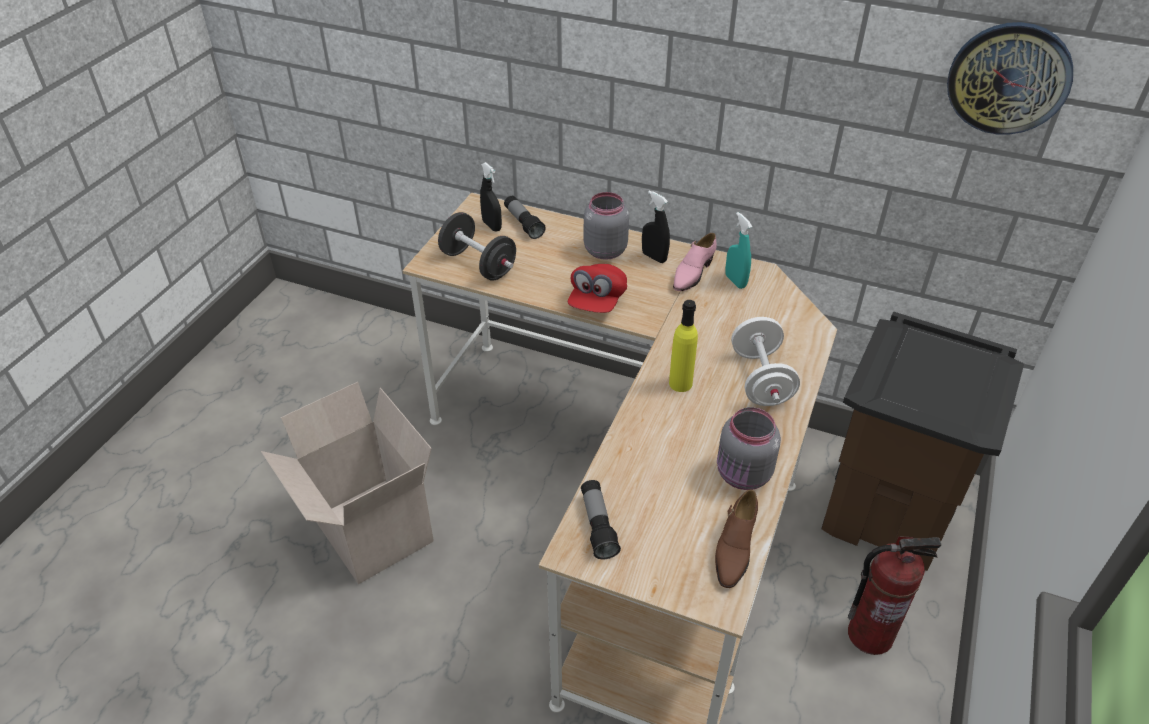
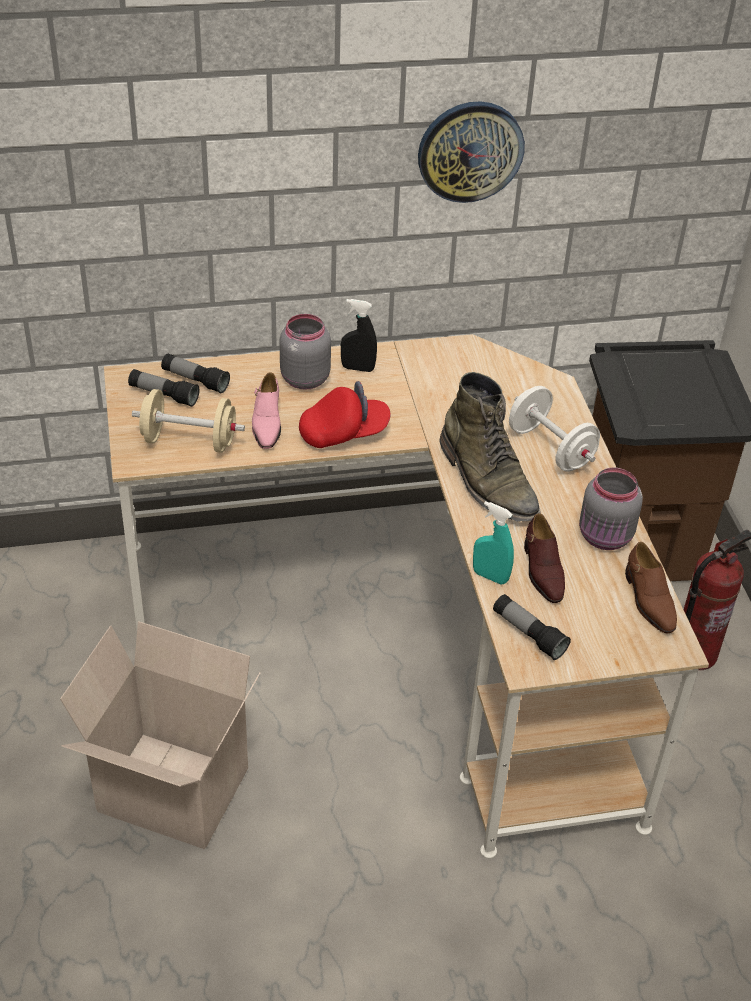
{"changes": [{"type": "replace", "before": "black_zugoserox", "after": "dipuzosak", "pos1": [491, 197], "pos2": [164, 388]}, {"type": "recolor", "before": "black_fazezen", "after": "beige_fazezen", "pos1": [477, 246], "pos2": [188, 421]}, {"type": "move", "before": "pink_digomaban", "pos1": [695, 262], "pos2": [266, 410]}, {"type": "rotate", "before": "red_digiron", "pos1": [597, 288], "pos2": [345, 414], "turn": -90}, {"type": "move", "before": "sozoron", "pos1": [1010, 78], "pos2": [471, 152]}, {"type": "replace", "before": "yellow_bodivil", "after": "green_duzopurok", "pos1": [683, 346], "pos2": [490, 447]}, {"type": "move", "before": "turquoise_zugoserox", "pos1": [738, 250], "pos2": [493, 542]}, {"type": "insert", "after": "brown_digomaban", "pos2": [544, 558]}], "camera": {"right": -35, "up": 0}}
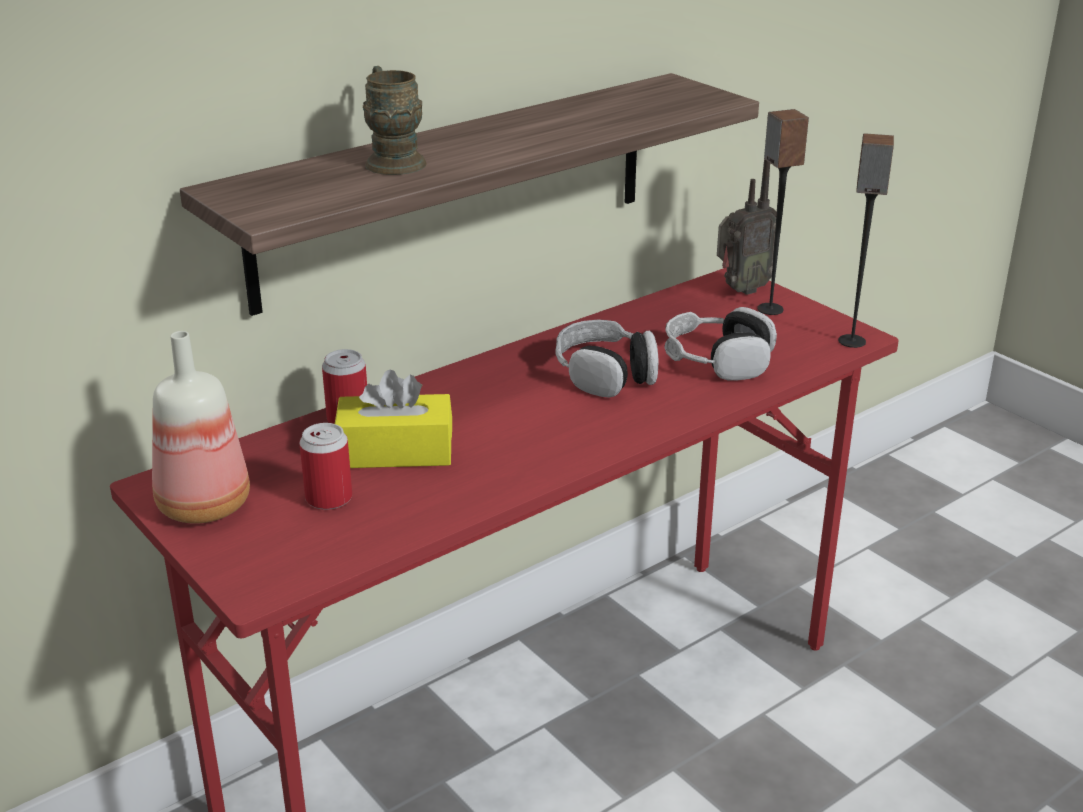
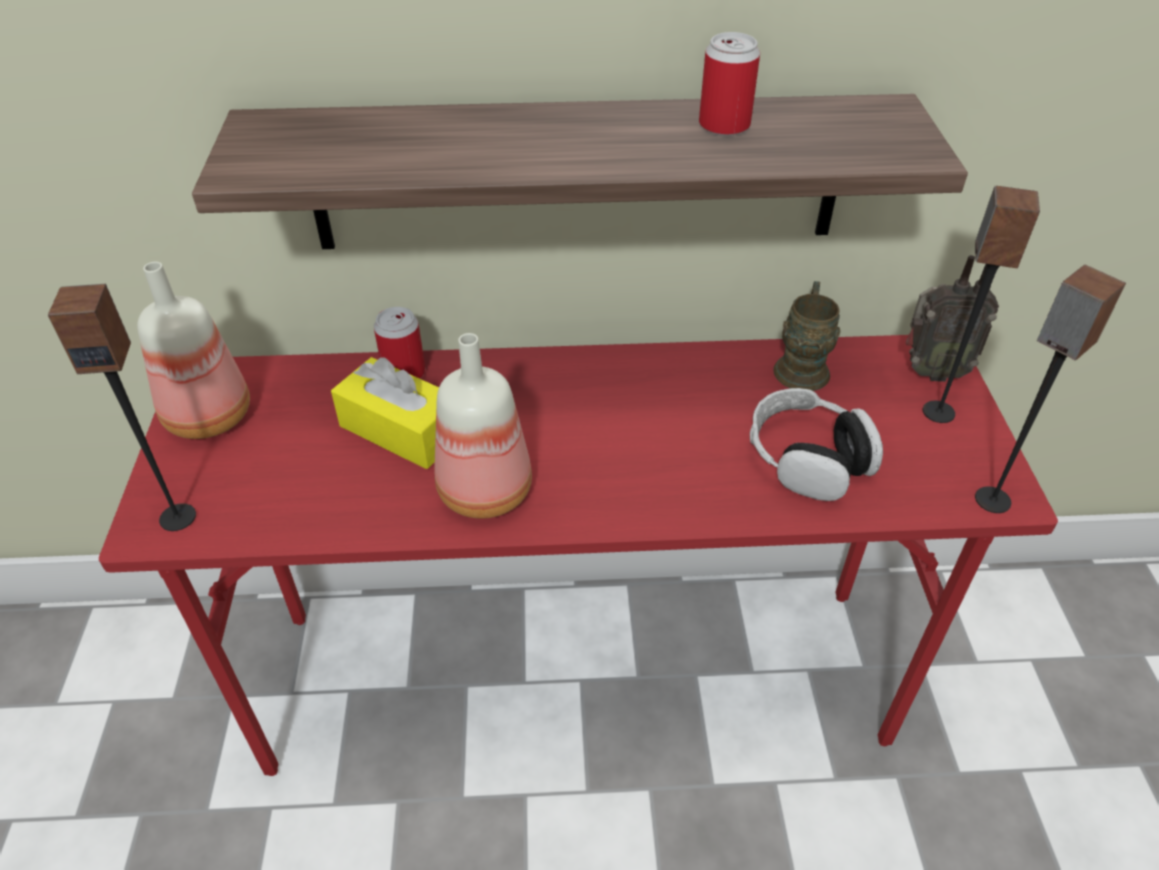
{"changes": [{"type": "insert", "after": "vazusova", "pos2": [122, 407]}, {"type": "insert", "after": "bodivil", "pos2": [483, 426]}, {"type": "move", "before": "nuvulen", "pos1": [325, 466], "pos2": [729, 84]}, {"type": "move", "before": "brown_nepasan", "pos1": [395, 120], "pos2": [807, 336]}, {"type": "delete", "before": "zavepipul", "pos1": [607, 359]}], "camera": {"right": 35, "up": 15}}
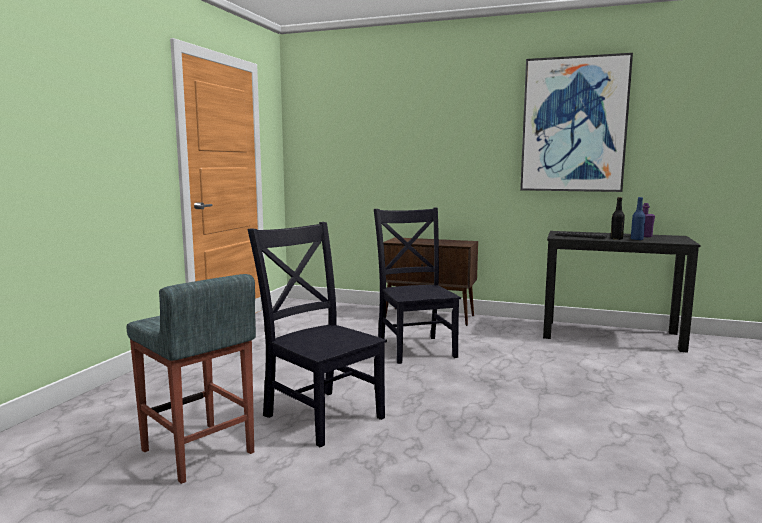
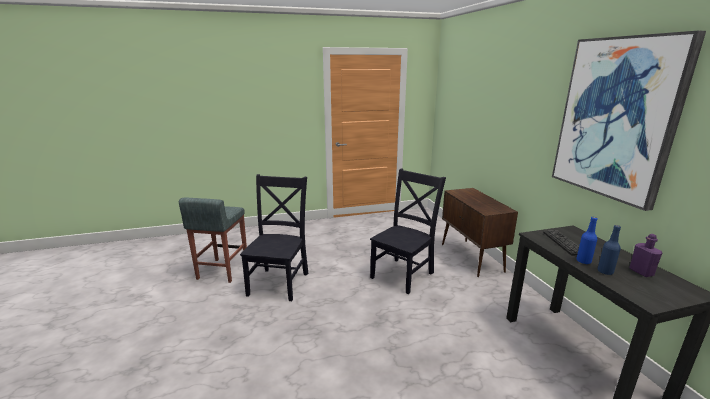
{"changes": [{"type": "recolor", "before": "black_bodivil", "after": "blue_bodivil", "pos1": [617, 218], "pos2": [587, 240]}], "camera": {"right": 55, "up": 10}}
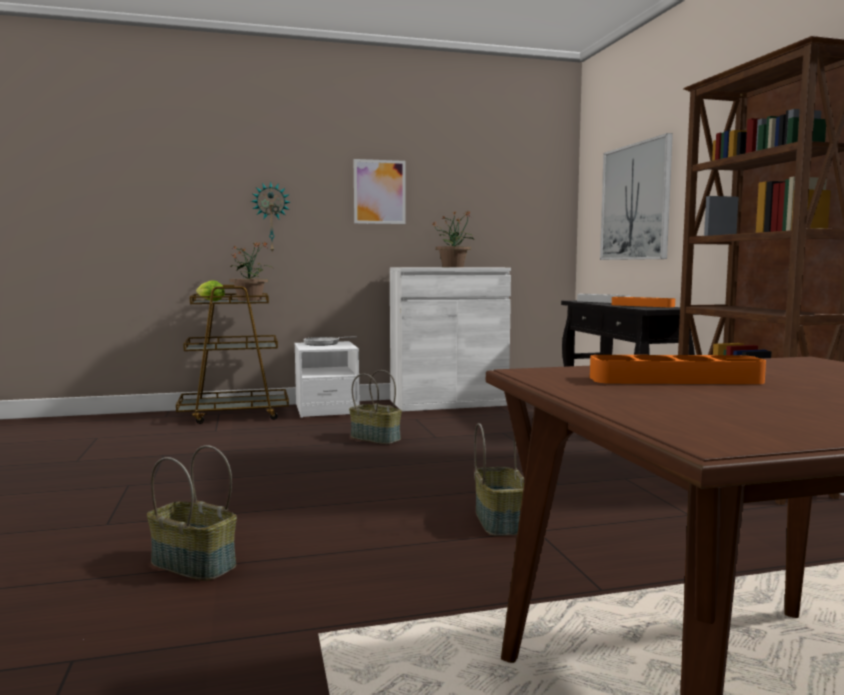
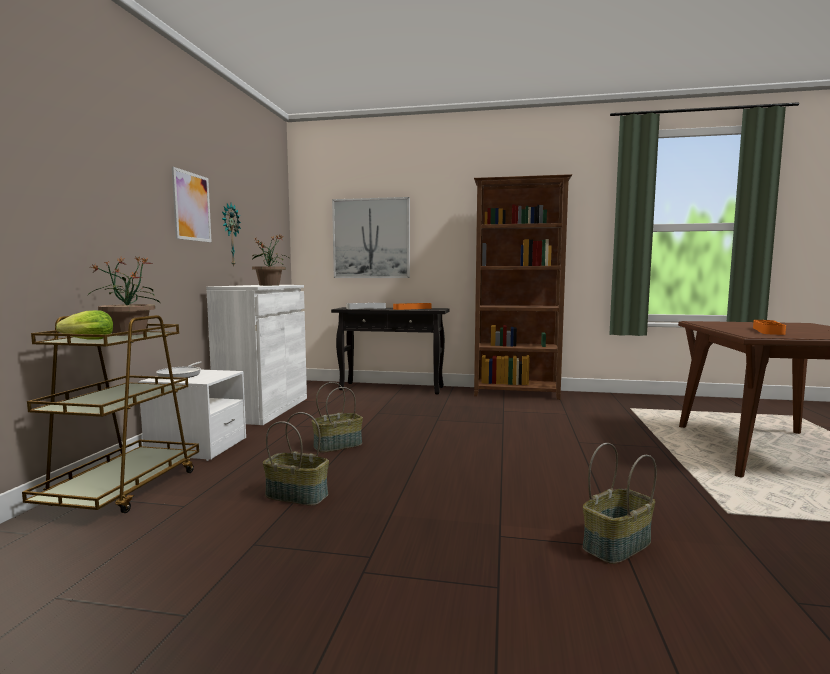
{"changes": [{"type": "move", "before": "sozoron", "pos1": [270, 218], "pos2": [231, 234]}, {"type": "move", "before": "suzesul", "pos1": [499, 479], "pos2": [296, 459]}], "camera": {"right": -65, "up": 0}}
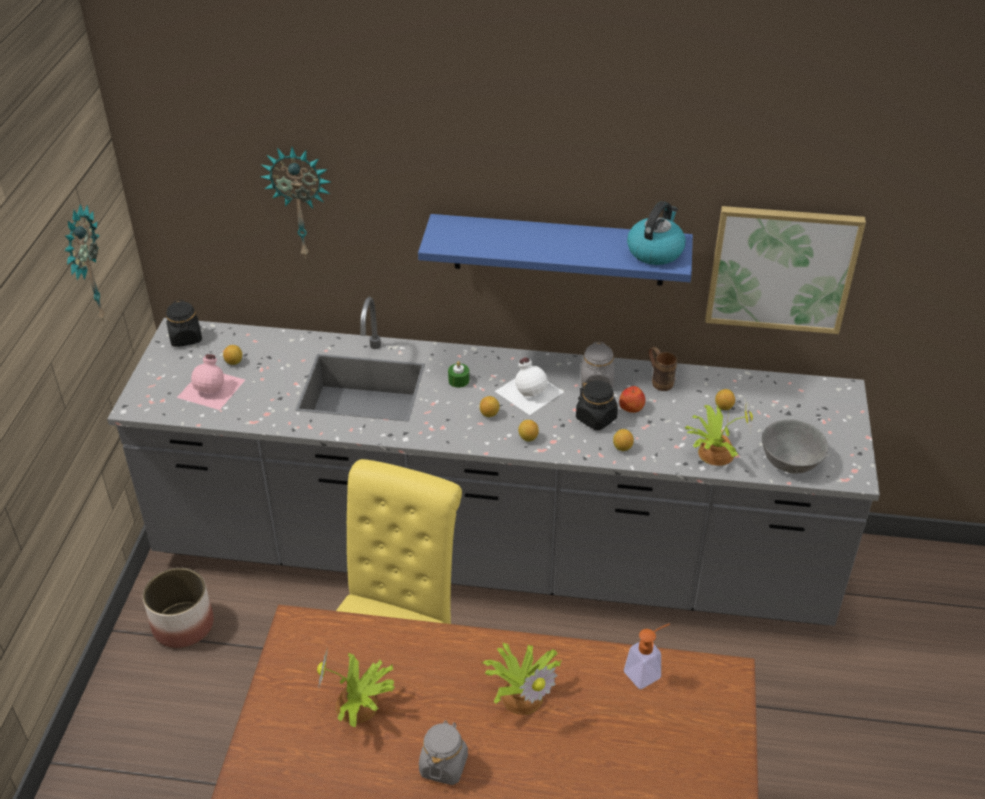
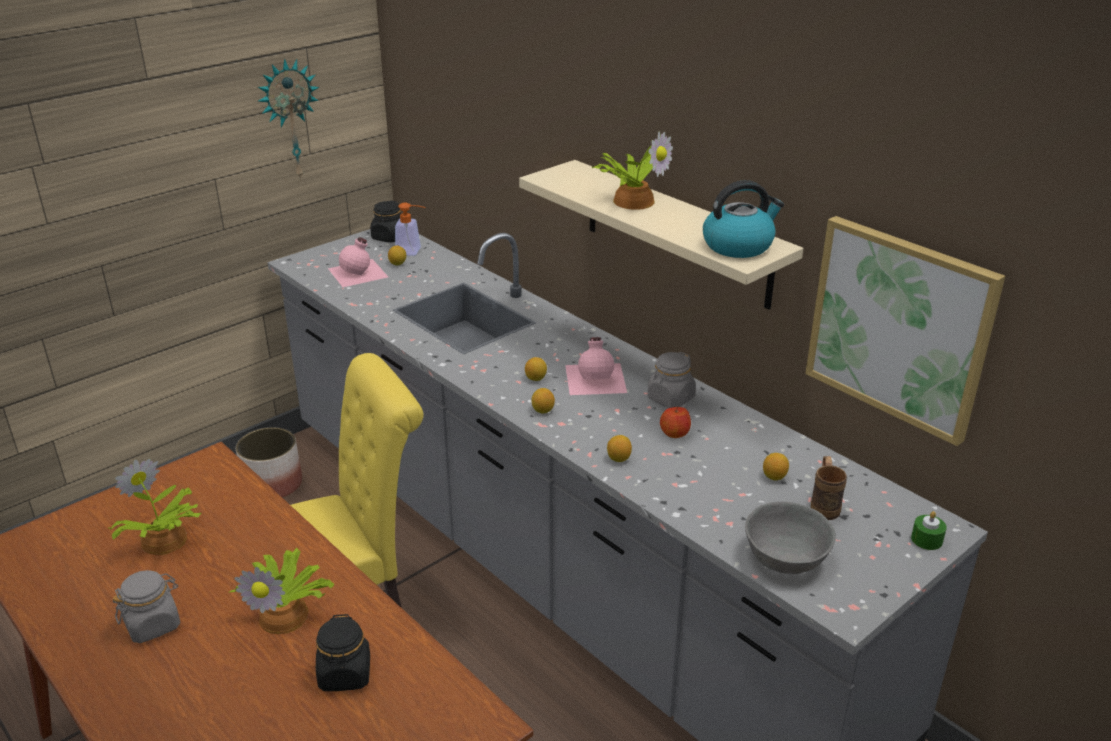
{"changes": [{"type": "move", "before": "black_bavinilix", "pos1": [597, 405], "pos2": [343, 652]}, {"type": "move", "before": "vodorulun", "pos1": [647, 656], "pos2": [410, 229]}, {"type": "recolor", "before": "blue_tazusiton", "after": "beige_tazusiton", "pos1": [555, 250], "pos2": [661, 235]}, {"type": "recolor", "before": "white_bodivil", "after": "pink_bodivil", "pos1": [529, 386], "pos2": [596, 366]}, {"type": "move", "before": "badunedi", "pos1": [719, 432], "pos2": [632, 170]}, {"type": "move", "before": "brown_nepasan", "pos1": [662, 369], "pos2": [829, 488]}, {"type": "move", "before": "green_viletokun", "pos1": [458, 374], "pos2": [929, 530]}, {"type": "delete", "before": "sozoron", "pos1": [295, 203]}], "camera": {"right": 40, "up": -10}}
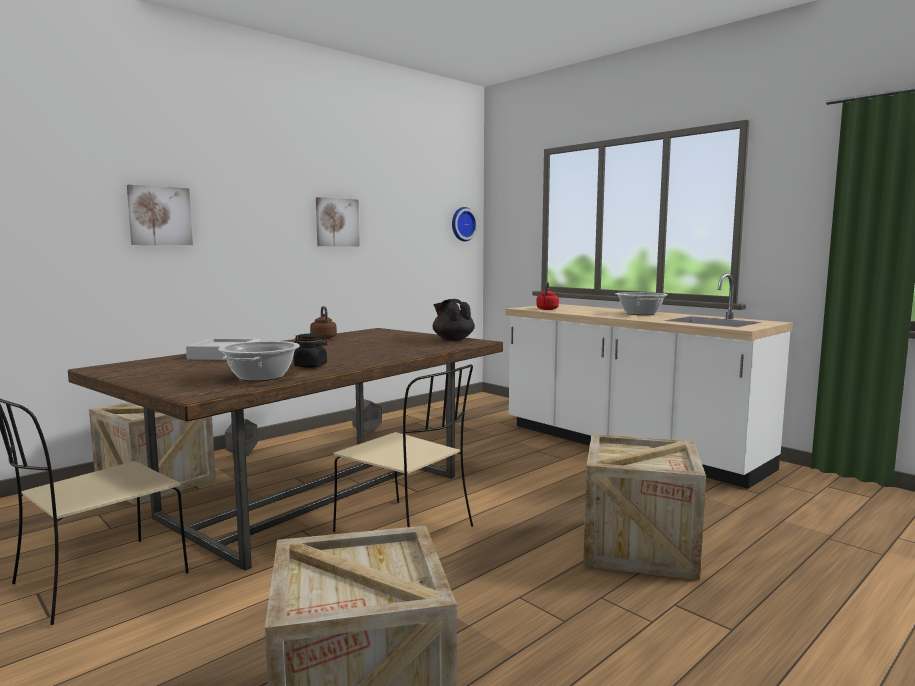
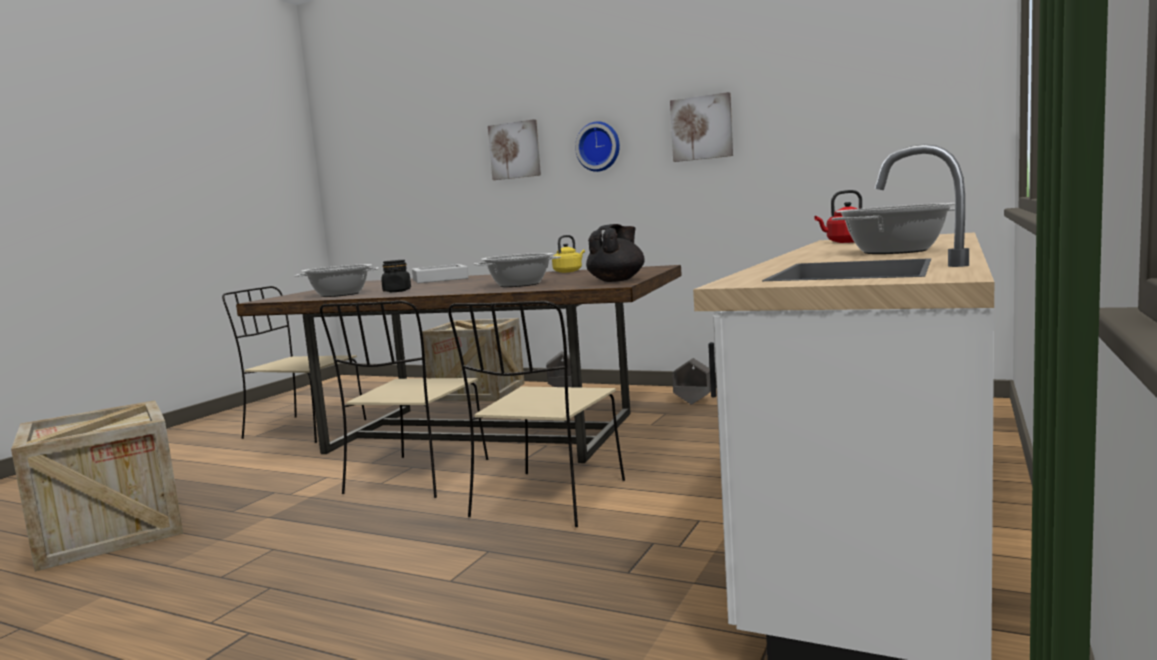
{"changes": [{"type": "insert", "after": "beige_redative", "pos2": [536, 414]}, {"type": "insert", "after": "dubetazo", "pos2": [517, 270]}, {"type": "recolor", "before": "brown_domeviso", "after": "yellow_domeviso", "pos1": [323, 322], "pos2": [568, 254]}, {"type": "move", "before": "sozoron", "pos1": [465, 224], "pos2": [597, 146]}, {"type": "delete", "before": "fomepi", "pos1": [644, 507]}], "camera": {"right": 70, "up": 0}}
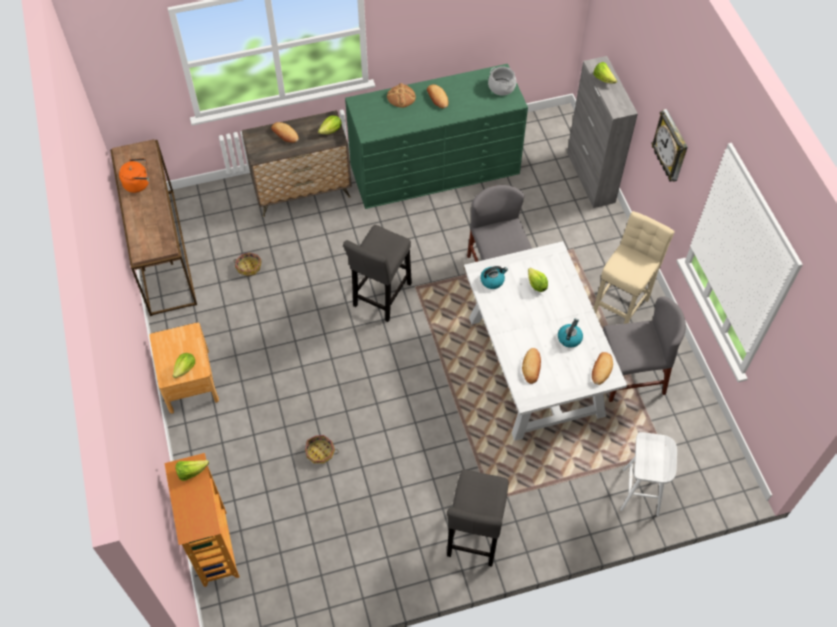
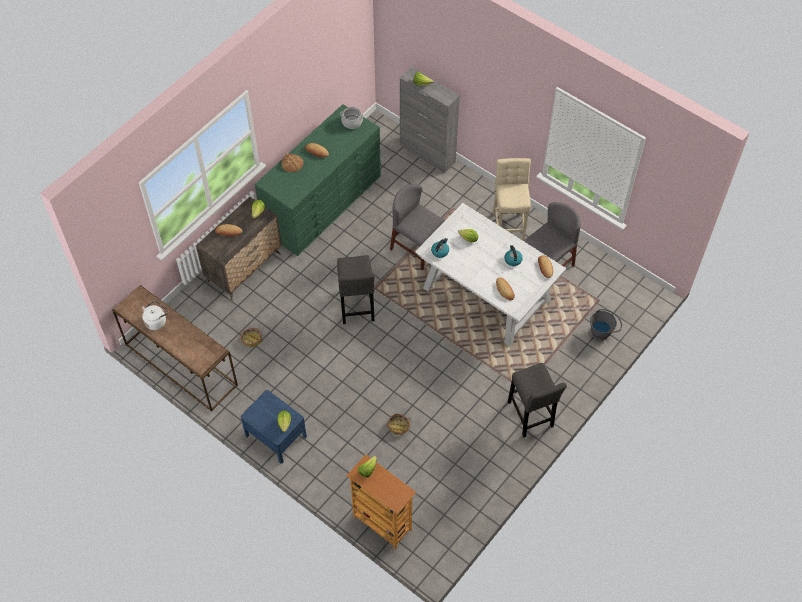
{"changes": [{"type": "recolor", "before": "orange_domeviso", "after": "white_domeviso", "pos1": [134, 175], "pos2": [155, 315]}, {"type": "recolor", "before": "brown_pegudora", "after": "blue_pegudora", "pos1": [184, 368], "pos2": [274, 427]}, {"type": "replace", "before": "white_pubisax", "after": "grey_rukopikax", "pos1": [648, 474], "pos2": [606, 325]}, {"type": "delete", "before": "sozoron", "pos1": [669, 145]}], "camera": {"right": -35, "up": 0}}
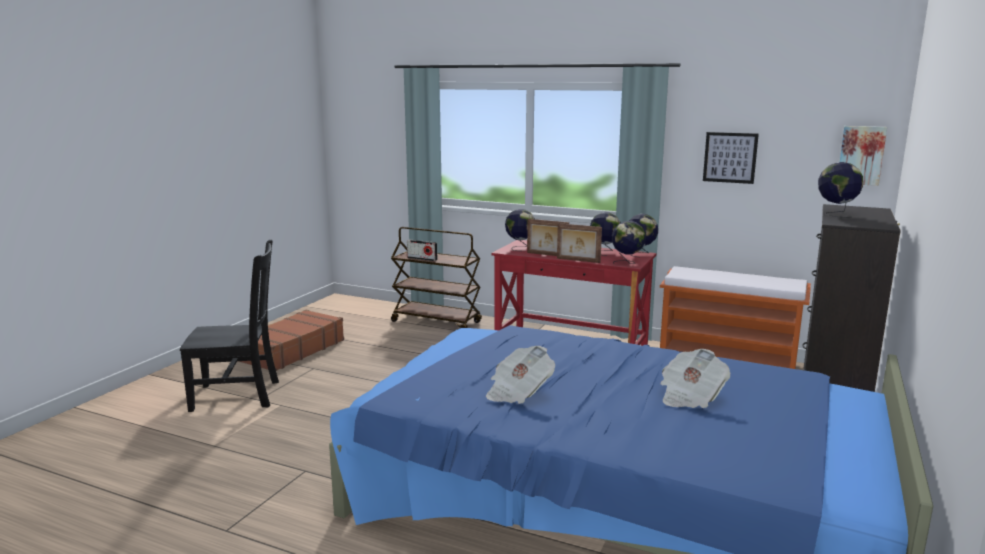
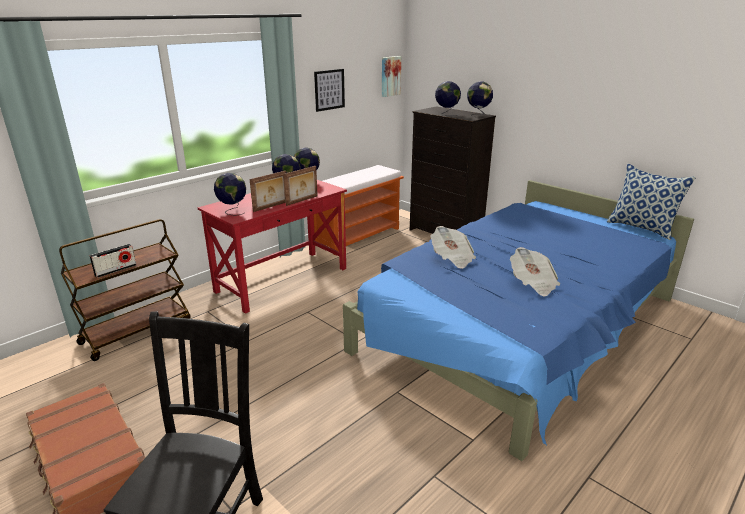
{"changes": [{"type": "move", "before": "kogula", "pos1": [695, 378], "pos2": [453, 247]}, {"type": "move", "before": "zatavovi", "pos1": [629, 242], "pos2": [480, 99]}, {"type": "insert", "after": "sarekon", "pos2": [651, 202]}], "camera": {"right": -70, "up": 10}}
